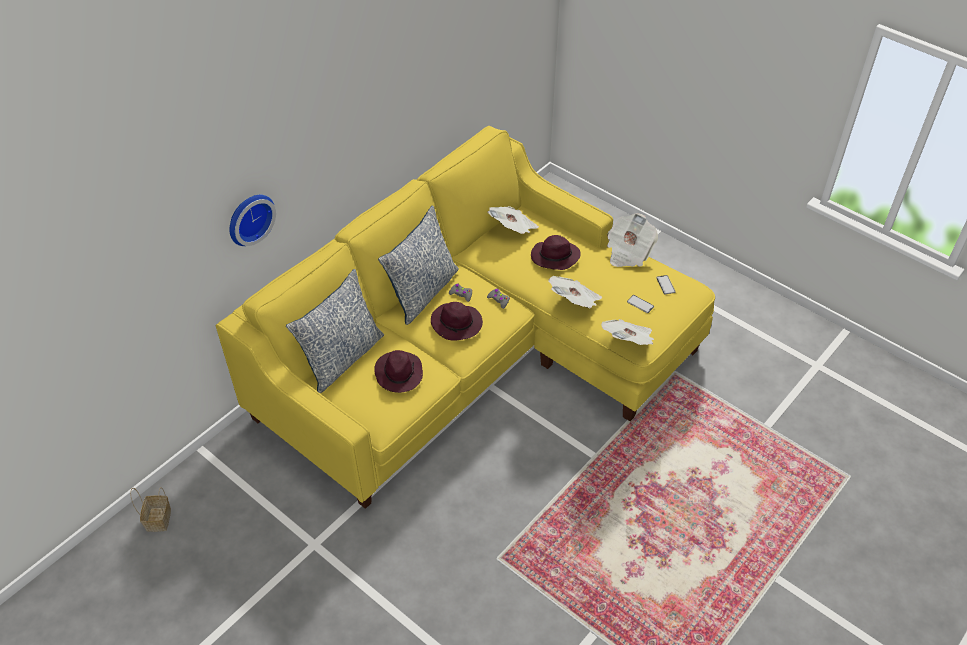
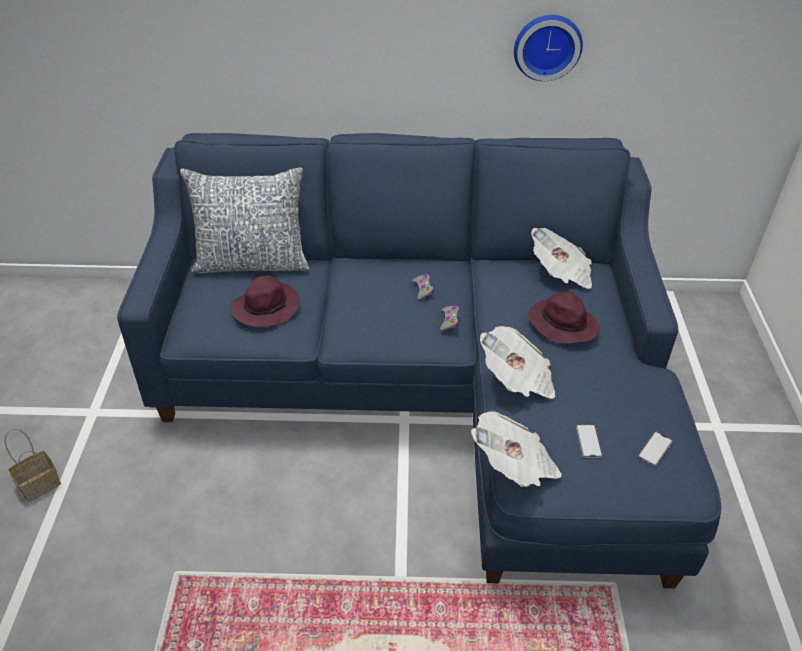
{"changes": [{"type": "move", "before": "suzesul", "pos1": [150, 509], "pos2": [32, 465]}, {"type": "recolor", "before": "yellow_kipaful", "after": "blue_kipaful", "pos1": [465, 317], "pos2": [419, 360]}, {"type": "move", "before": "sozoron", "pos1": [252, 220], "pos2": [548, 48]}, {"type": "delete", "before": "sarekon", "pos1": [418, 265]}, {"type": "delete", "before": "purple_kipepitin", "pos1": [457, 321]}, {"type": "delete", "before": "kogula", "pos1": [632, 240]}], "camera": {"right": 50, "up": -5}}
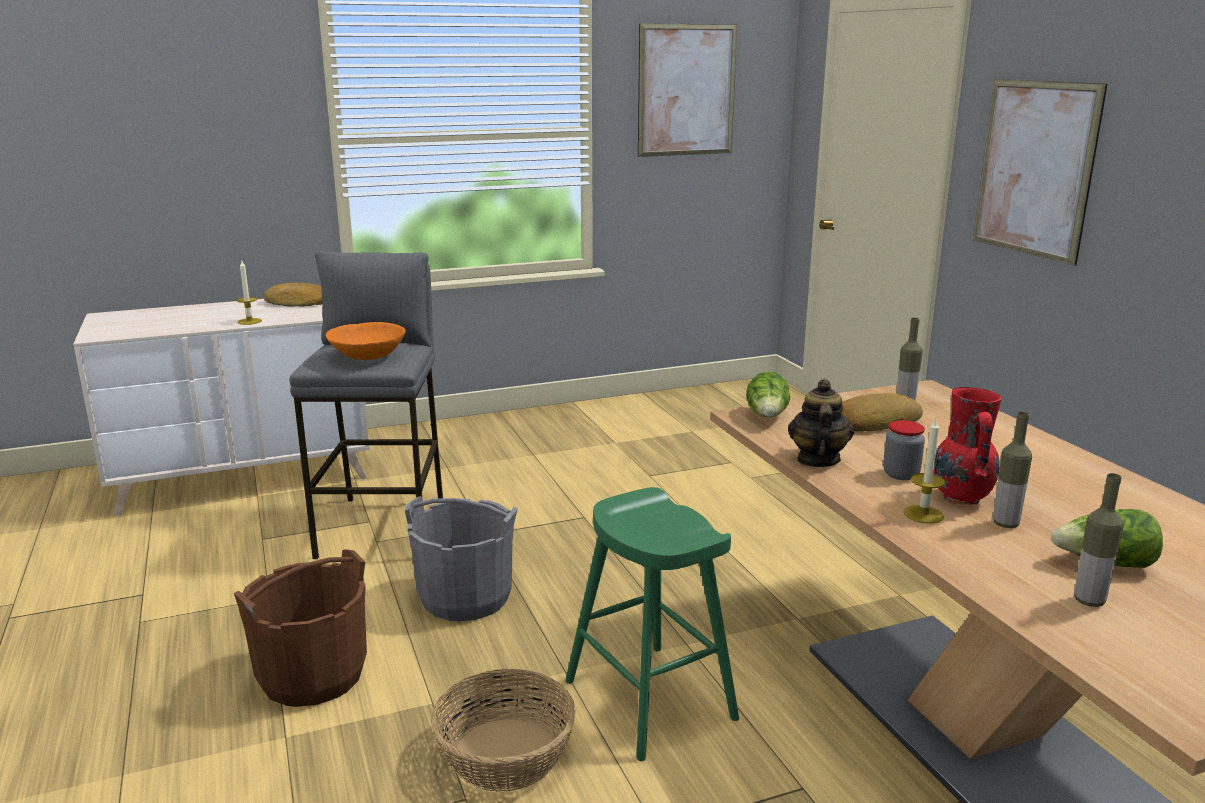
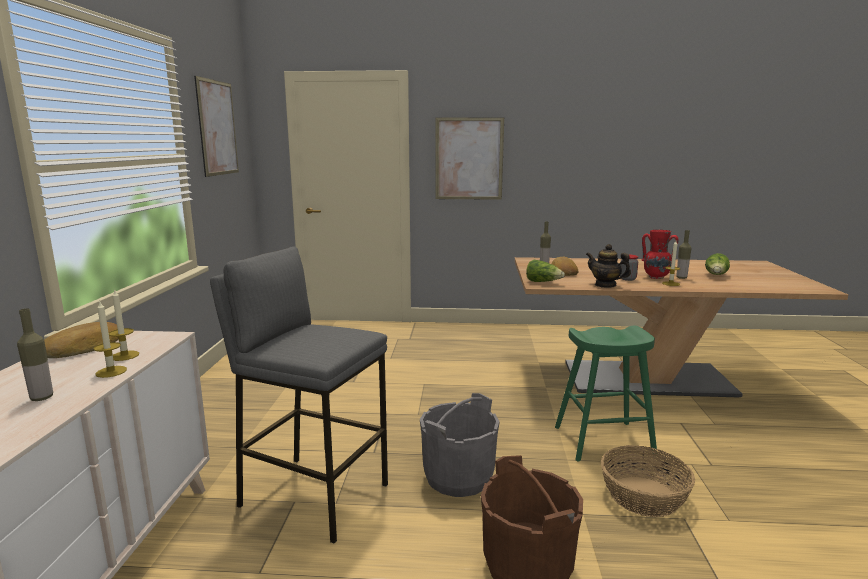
{"changes": [{"type": "move", "before": "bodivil", "pos1": [1099, 540], "pos2": [35, 354]}, {"type": "insert", "after": "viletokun", "pos2": [124, 325]}, {"type": "delete", "before": "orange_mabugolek", "pos1": [366, 341]}], "camera": {"right": -65, "up": -5}}
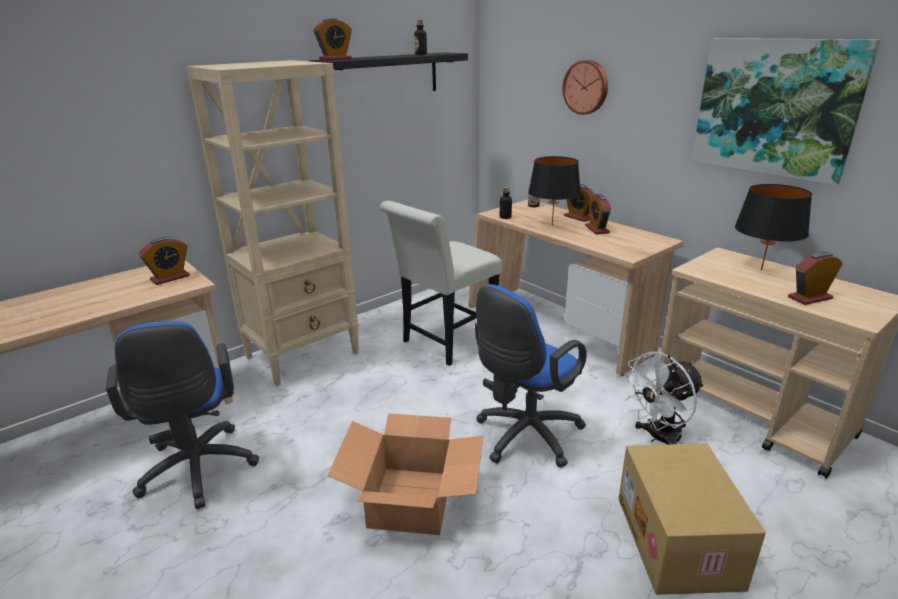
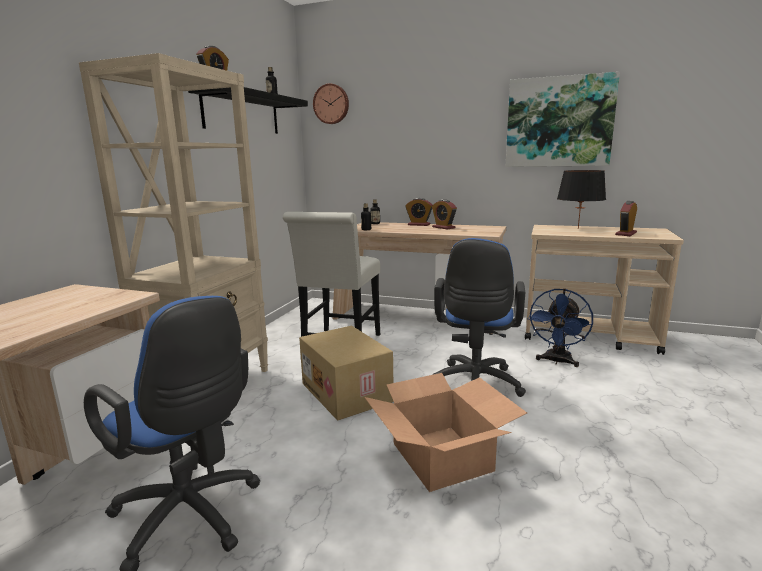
{"changes": [{"type": "move", "before": "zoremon", "pos1": [692, 519], "pos2": [346, 372]}, {"type": "move", "before": "sozoron", "pos1": [585, 87], "pos2": [331, 103]}, {"type": "recolor", "before": "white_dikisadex", "after": "blue_dikisadex", "pos1": [662, 398], "pos2": [560, 328]}, {"type": "delete", "before": "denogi", "pos1": [164, 261]}, {"type": "delete", "before": "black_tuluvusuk", "pos1": [554, 190]}], "camera": {"right": -30, "up": -10}}
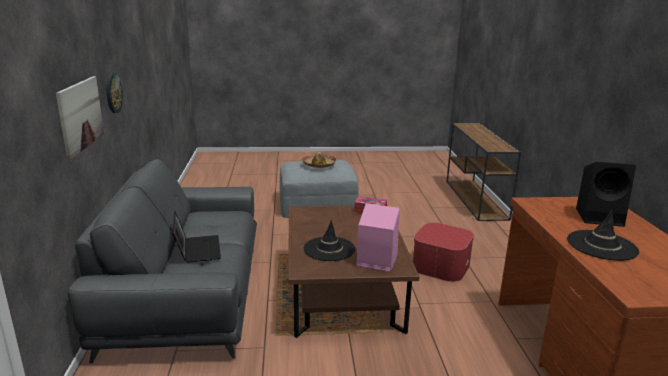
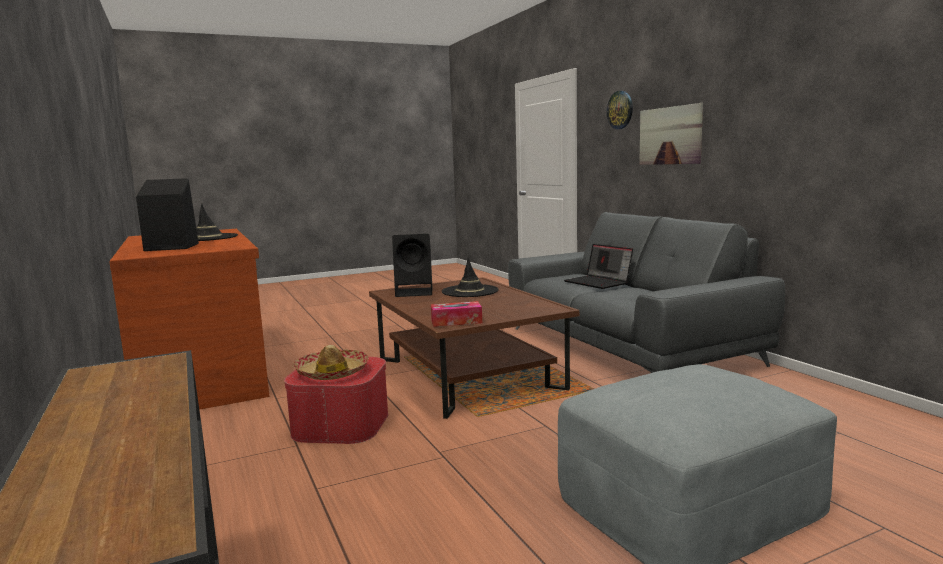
{"changes": [{"type": "move", "before": "kipepitin", "pos1": [319, 160], "pos2": [330, 362]}, {"type": "recolor", "before": "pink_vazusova", "after": "black_vazusova", "pos1": [378, 237], "pos2": [412, 265]}, {"type": "move", "before": "sozoron", "pos1": [114, 93], "pos2": [620, 110]}], "camera": {"right": 160, "up": -10}}
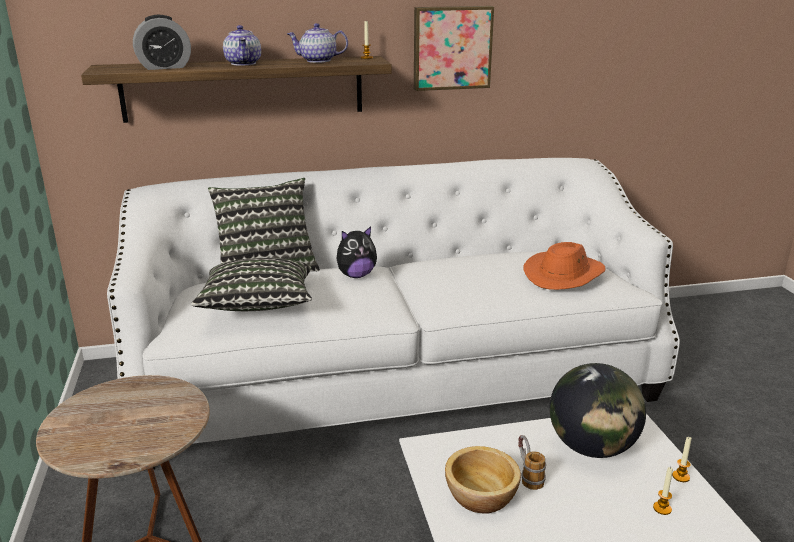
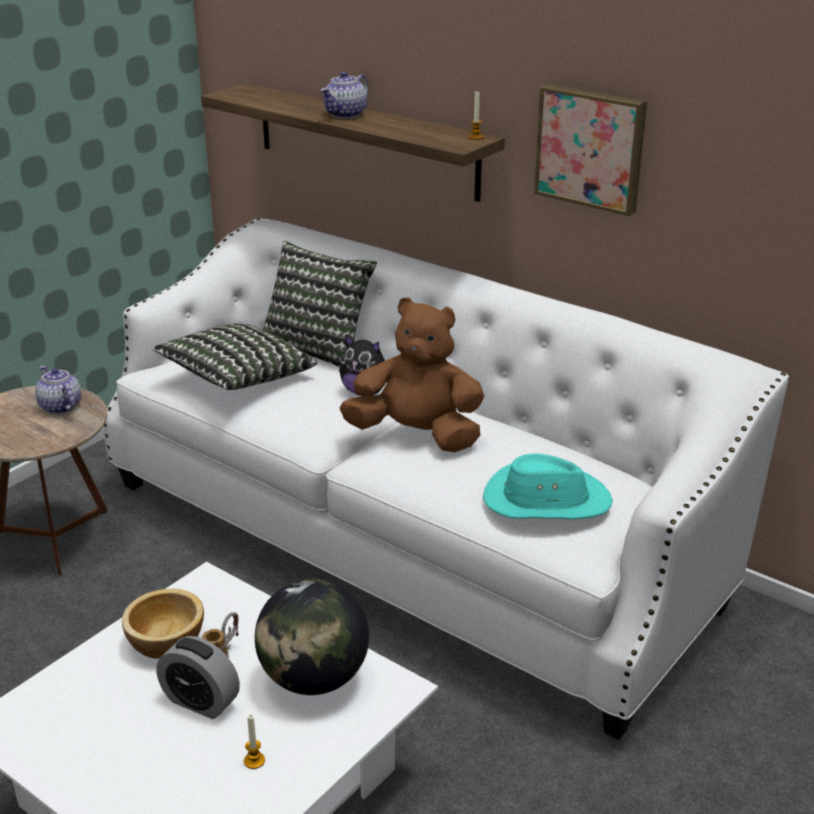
{"changes": [{"type": "move", "before": "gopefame", "pos1": [317, 43], "pos2": [58, 390]}, {"type": "move", "before": "denogi", "pos1": [162, 42], "pos2": [198, 677]}, {"type": "insert", "after": "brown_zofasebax", "pos2": [412, 374]}, {"type": "recolor", "before": "orange_kipepitin", "after": "turquoise_kipepitin", "pos1": [565, 266], "pos2": [548, 486]}, {"type": "delete", "before": "viletokun", "pos1": [682, 459]}], "camera": {"right": 50, "up": 5}}
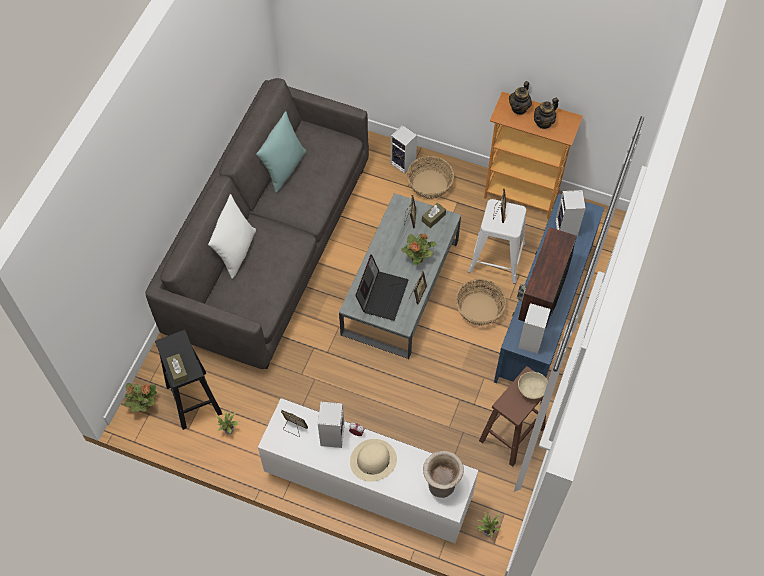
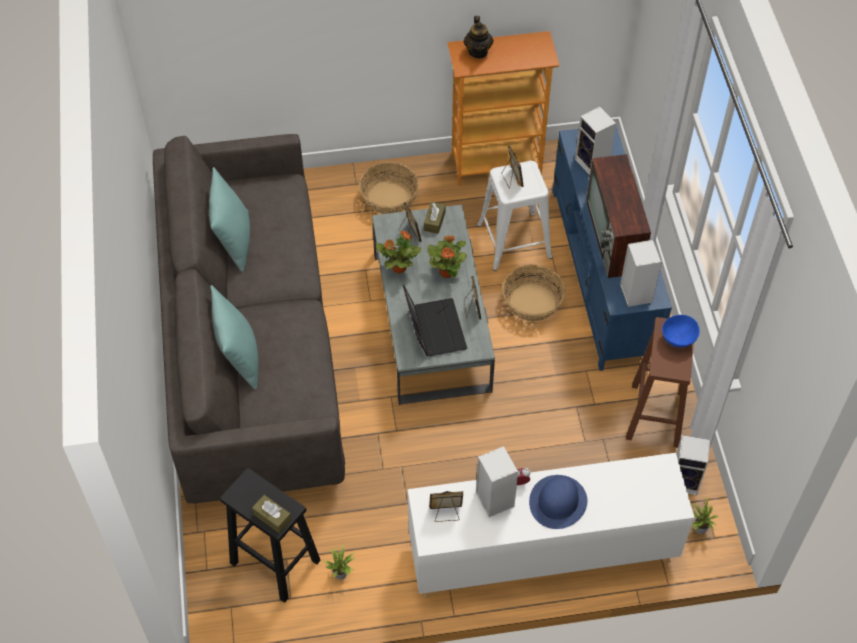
{"changes": [{"type": "recolor", "before": "white_sarekon", "after": "turquoise_sarekon", "pos1": [232, 236], "pos2": [234, 337]}, {"type": "move", "before": "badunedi", "pos1": [140, 397], "pos2": [398, 252]}, {"type": "recolor", "before": "beige_kipepitin", "after": "blue_kipepitin", "pos1": [373, 460], "pos2": [558, 502]}, {"type": "recolor", "before": "beige_mabugolek", "after": "blue_mabugolek", "pos1": [533, 385], "pos2": [681, 331]}, {"type": "move", "before": "vazusova", "pos1": [404, 149], "pos2": [693, 465]}, {"type": "delete", "before": "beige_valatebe", "pos1": [443, 474]}, {"type": "delete", "before": "gopefame", "pos1": [546, 113]}], "camera": {"right": -30, "up": -5}}
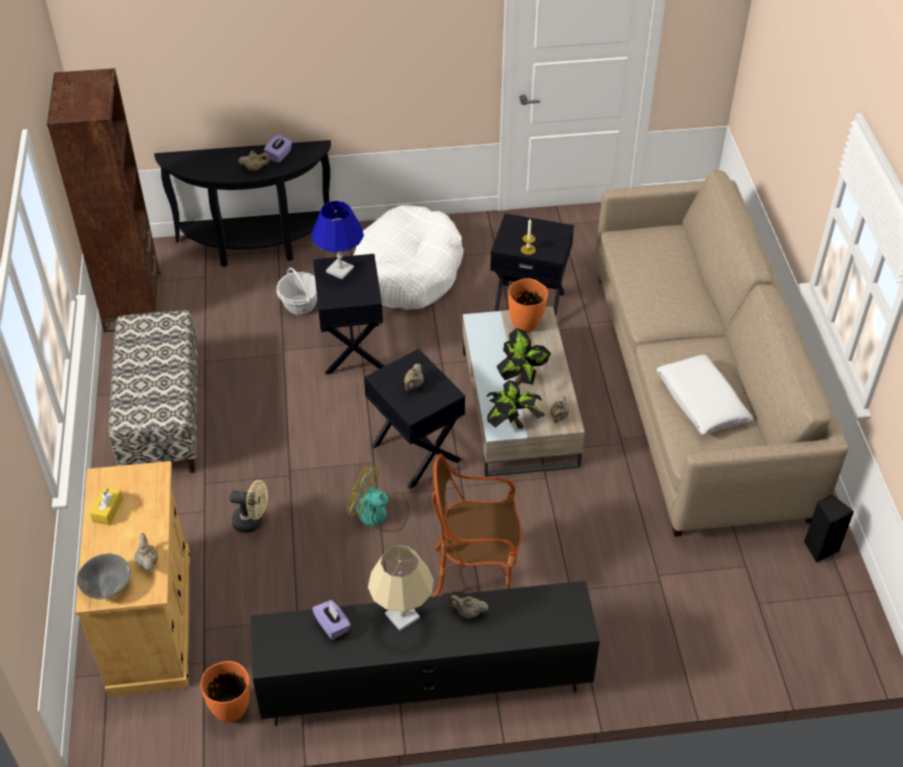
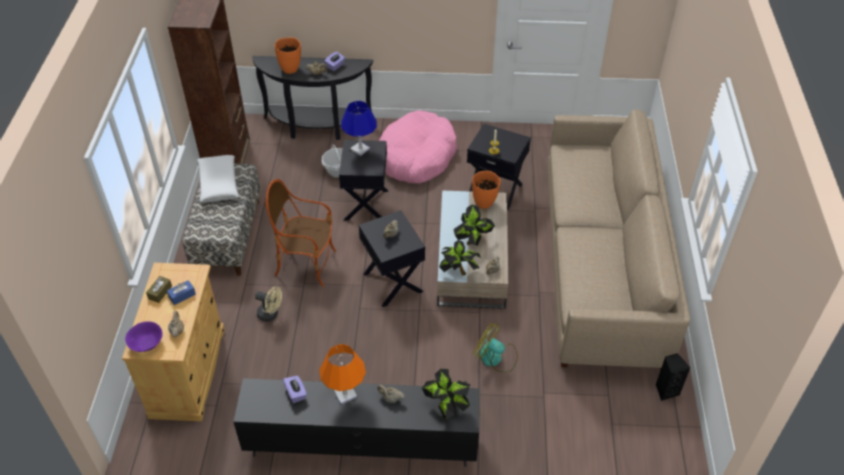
{"changes": [{"type": "recolor", "before": "grey_mabugolek", "after": "purple_mabugolek", "pos1": [103, 576], "pos2": [144, 336]}, {"type": "recolor", "before": "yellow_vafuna", "after": "brown_vafuna", "pos1": [106, 506], "pos2": [159, 289]}, {"type": "insert", "after": "blue_vafuna", "pos2": [181, 292]}, {"type": "move", "before": "white_sarekon", "pos1": [704, 395], "pos2": [218, 178]}, {"type": "move", "before": "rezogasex", "pos1": [477, 525], "pos2": [300, 233]}, {"type": "move", "before": "orange_valatebe", "pos1": [225, 692], "pos2": [288, 55]}, {"type": "recolor", "before": "beige_tuluvusuk", "after": "orange_tuluvusuk", "pos1": [401, 588], "pos2": [342, 374]}, {"type": "recolor", "before": "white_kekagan", "after": "pink_kekagan", "pos1": [408, 257], "pos2": [418, 146]}, {"type": "insert", "after": "badunedi", "pos2": [446, 394]}, {"type": "move", "before": "dikisadex", "pos1": [377, 498], "pos2": [495, 347]}], "camera": {"right": 10, "up": 0}}
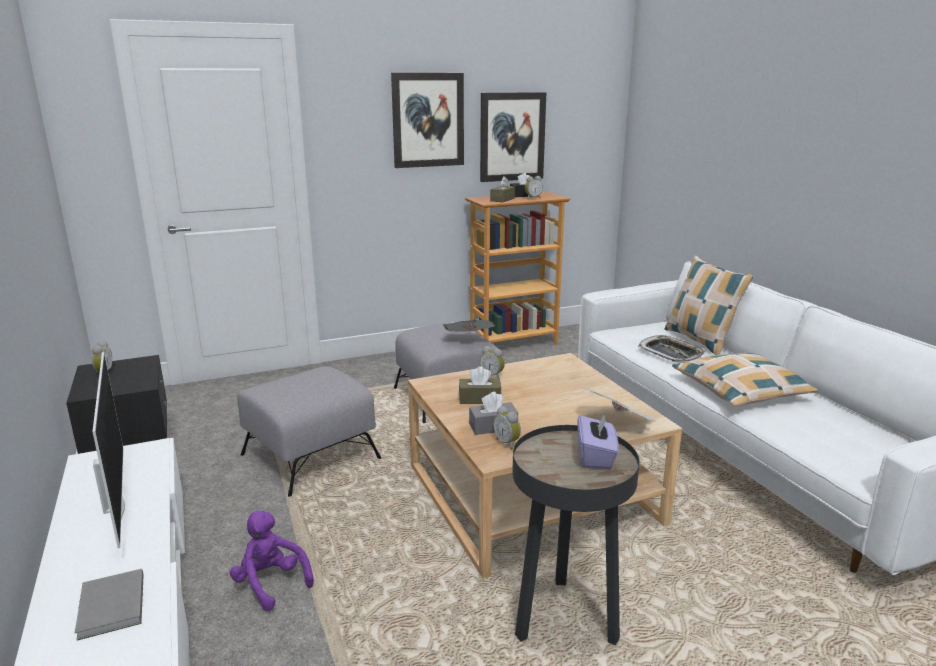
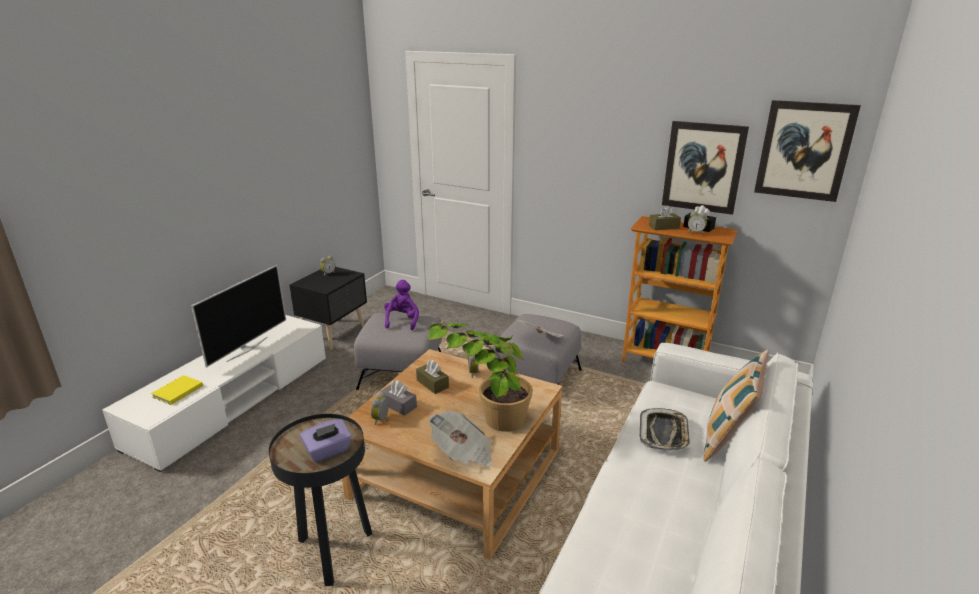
{"changes": [{"type": "recolor", "before": "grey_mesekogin", "after": "yellow_mesekogin", "pos1": [109, 604], "pos2": [177, 390]}, {"type": "move", "before": "purple_zofasebax", "pos1": [272, 561], "pos2": [401, 305]}, {"type": "insert", "after": "badunedi", "pos2": [480, 376]}, {"type": "move", "before": "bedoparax", "pos1": [427, 120], "pos2": [807, 151]}, {"type": "delete", "before": "sarekon", "pos1": [745, 379]}], "camera": {"right": 50, "up": 5}}
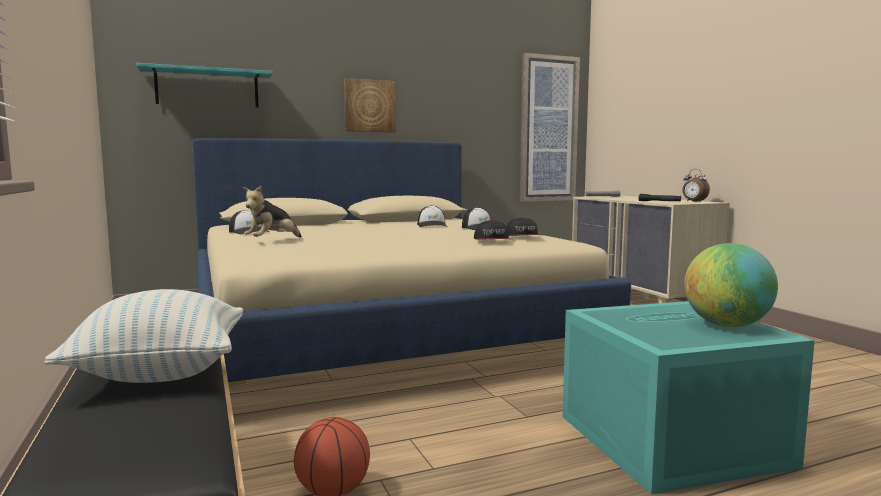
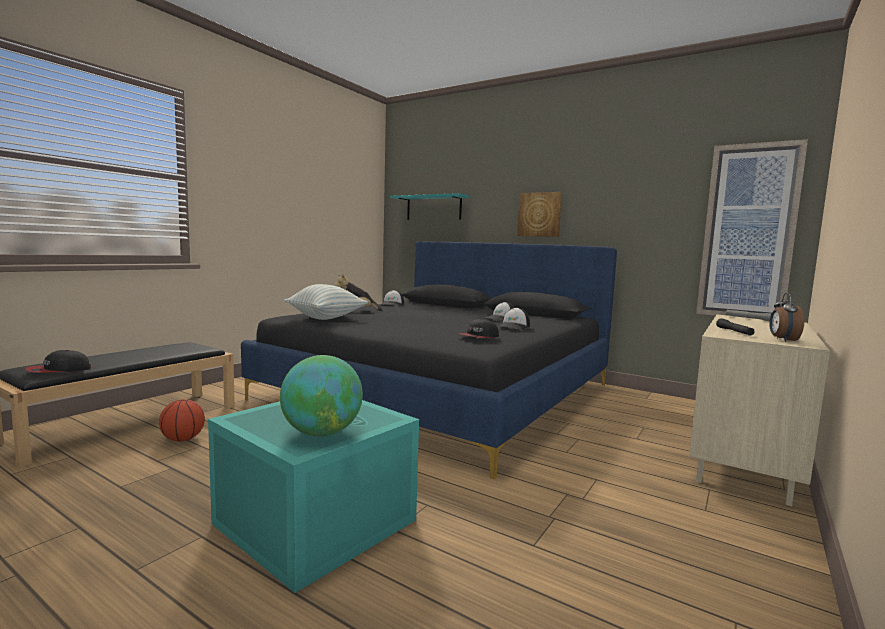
{"changes": [{"type": "move", "before": "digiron", "pos1": [492, 230], "pos2": [58, 361]}, {"type": "recolor", "before": "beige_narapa", "after": "black_narapa", "pos1": [411, 262], "pos2": [429, 360]}, {"type": "move", "before": "sarekon", "pos1": [143, 336], "pos2": [326, 302]}], "camera": {"right": 55, "up": 0}}
